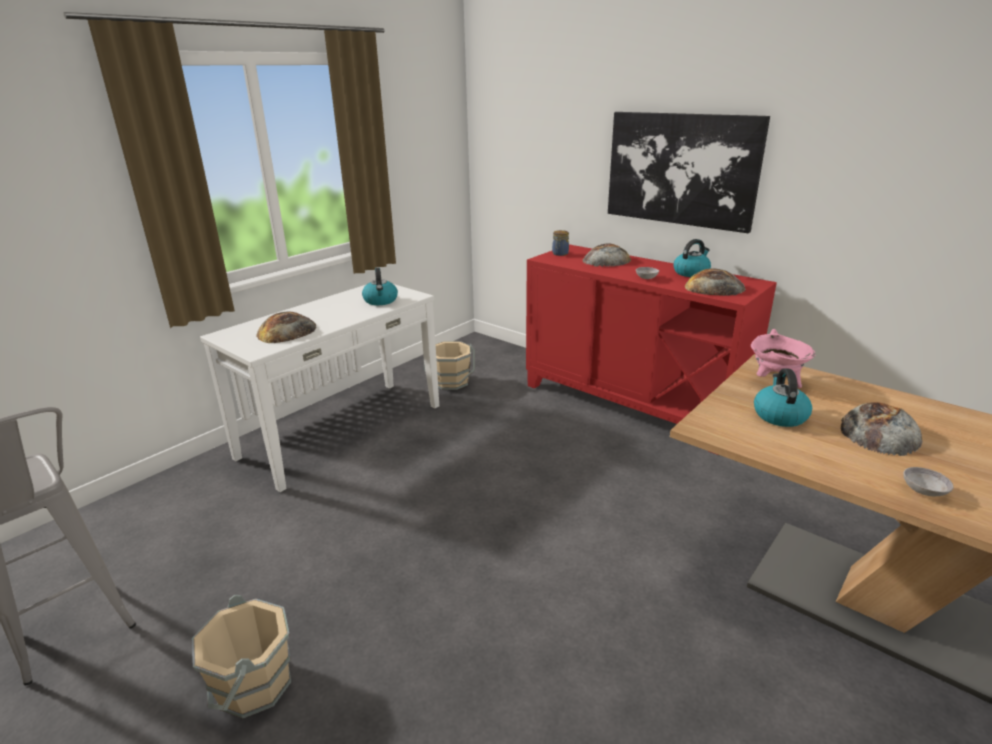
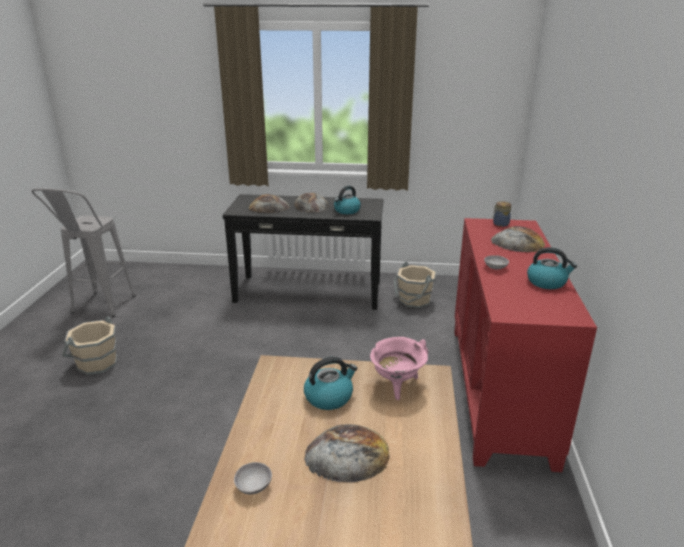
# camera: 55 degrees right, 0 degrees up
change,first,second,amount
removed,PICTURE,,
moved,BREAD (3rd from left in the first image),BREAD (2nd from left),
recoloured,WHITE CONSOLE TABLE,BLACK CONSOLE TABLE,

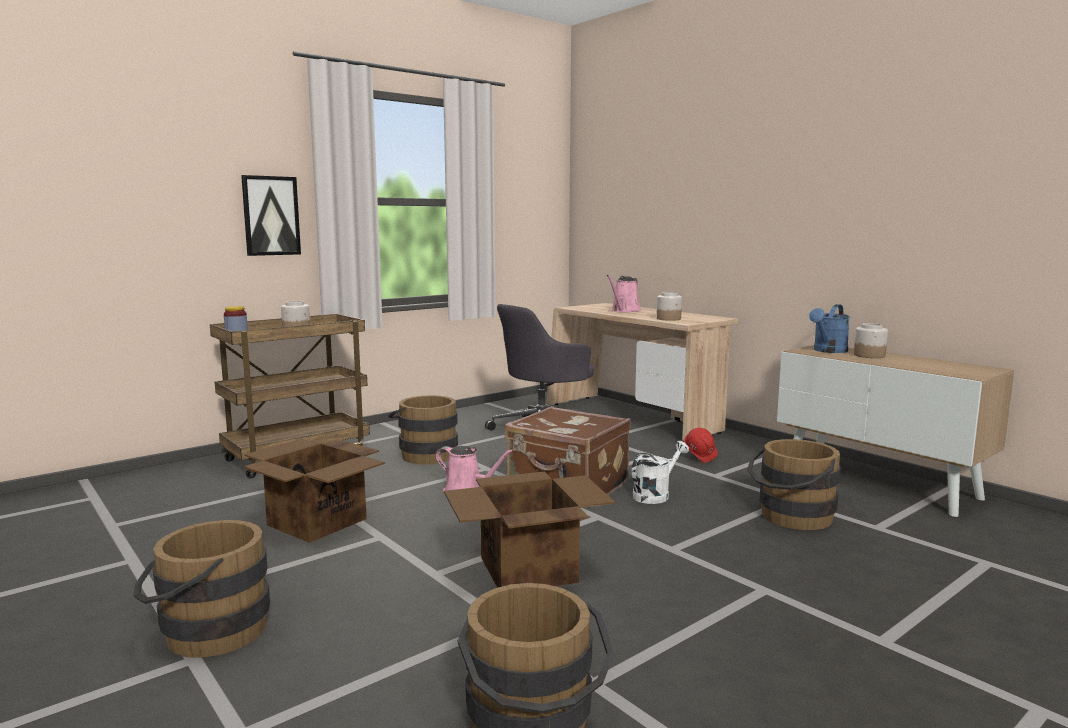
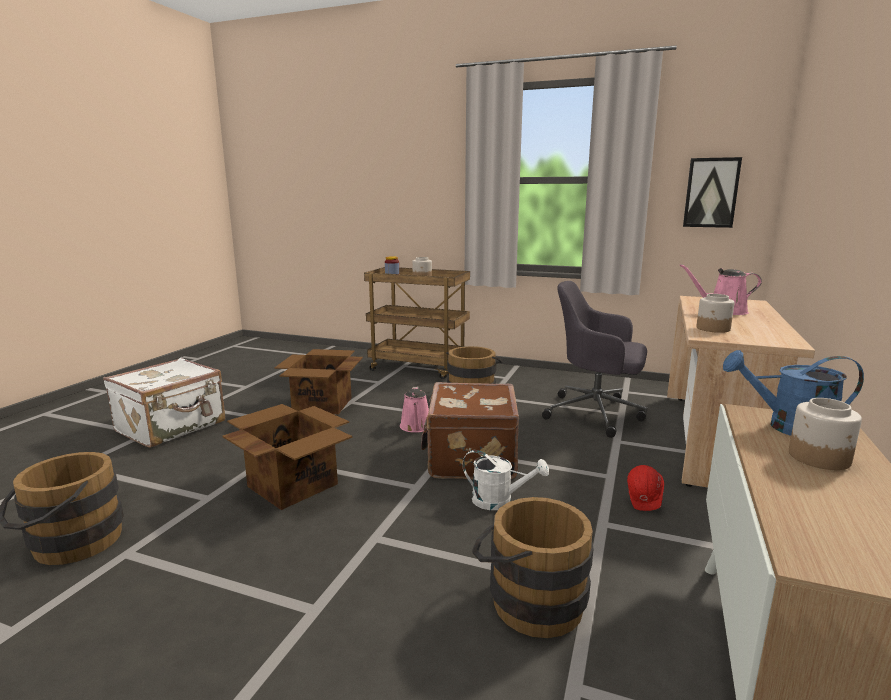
# camera: 60 degrees right, 5 degrees up
change,first,second,amount
moved,PICTURE,,
replaced,BROWN BUCKET (1st from left),WHITE SUITCASE,

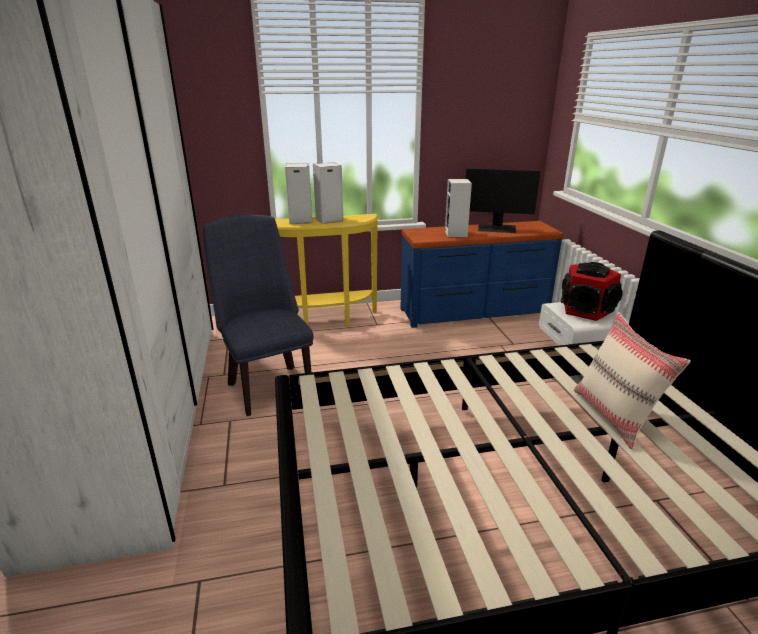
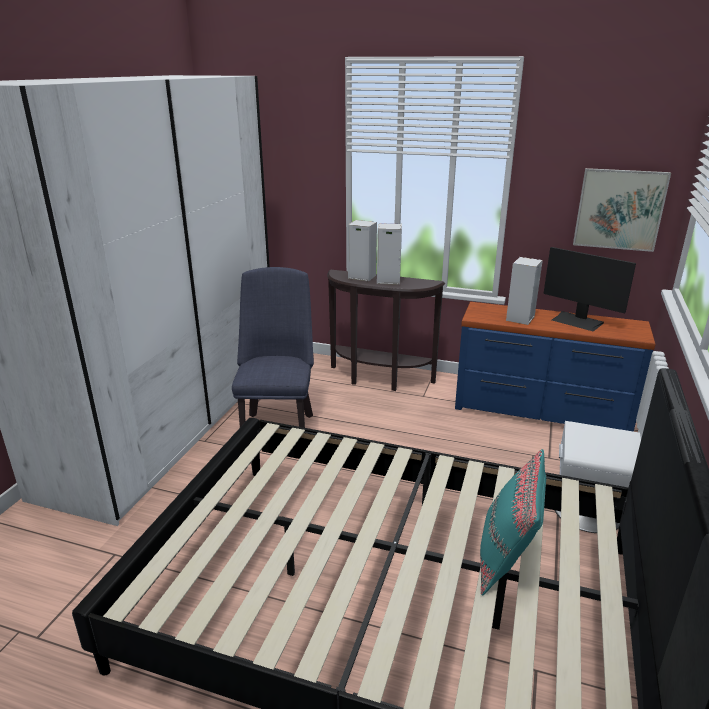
# camera: 30 degrees right, 0 degrees up
change,first,second,amount
removed,SPEAKER (4th from left),,
added,,PICTURE,
recoloured,YELLOW CONSOLE TABLE,BROWN CONSOLE TABLE,
recoloured,BEIGE PILLOW,TURQUOISE PILLOW,

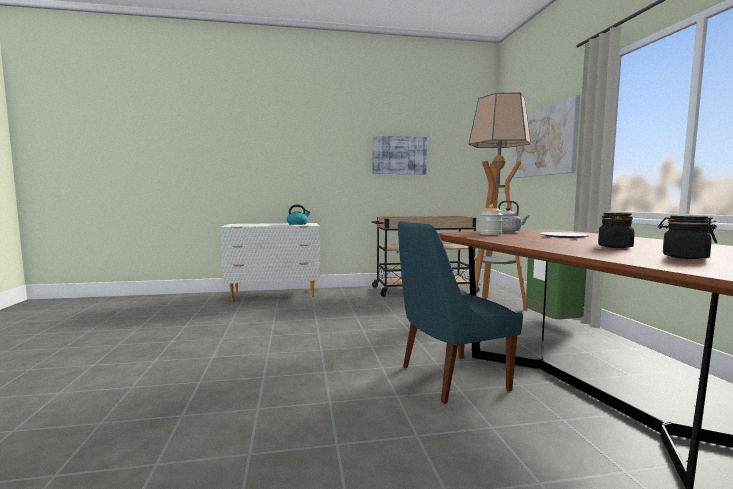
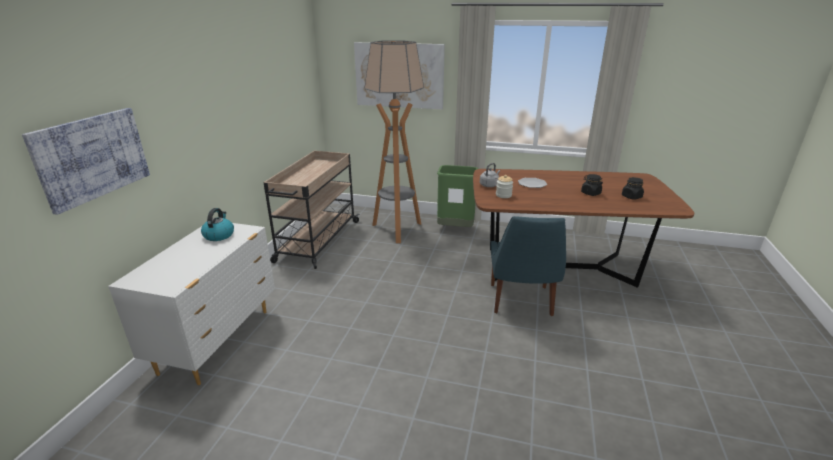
# camera: 65 degrees left, 20 degrees up
change,first,second,amount
moved,PICTURE (1st from left),,

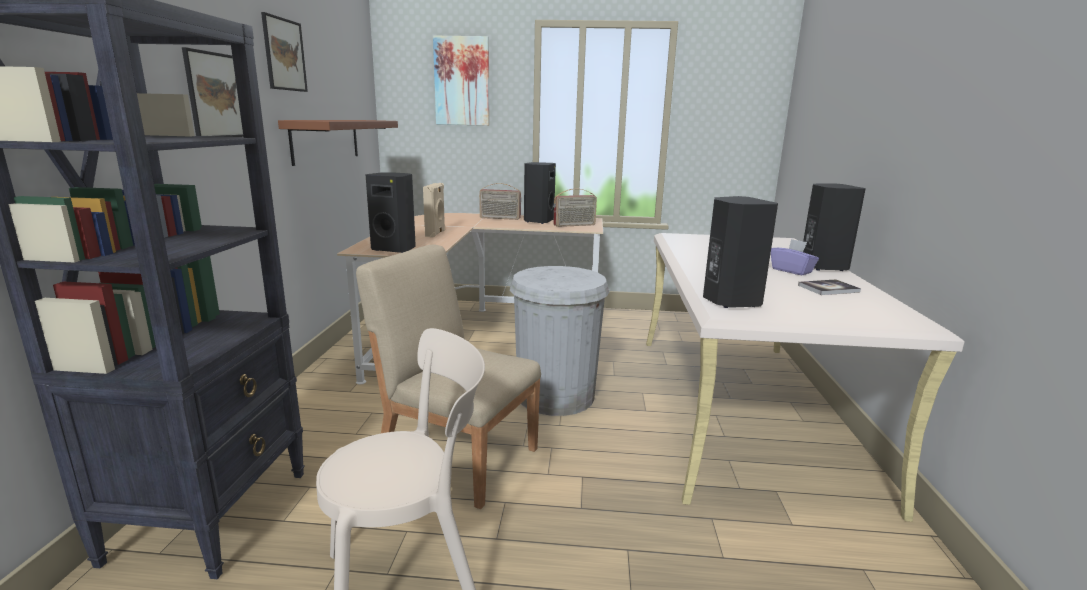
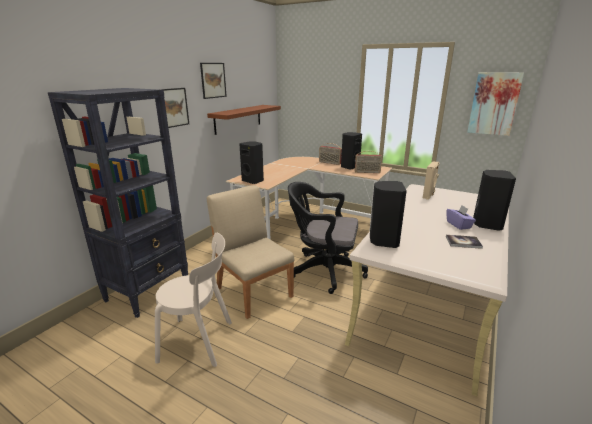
# camera: 25 degrees right, 5 degrees up
change,first,second,amount
moved,BEIGE SPEAKER,,
moved,PICTURE (3rd from left),,
replaced,WHITE TRASH CAN,BLACK OFFICE CHAIR,

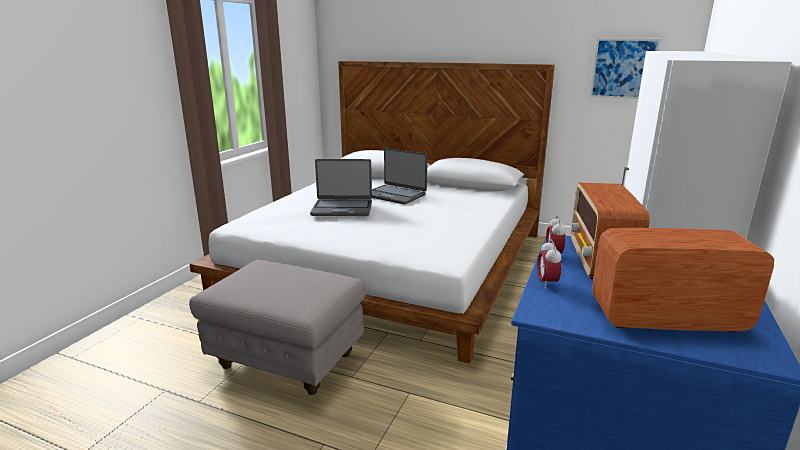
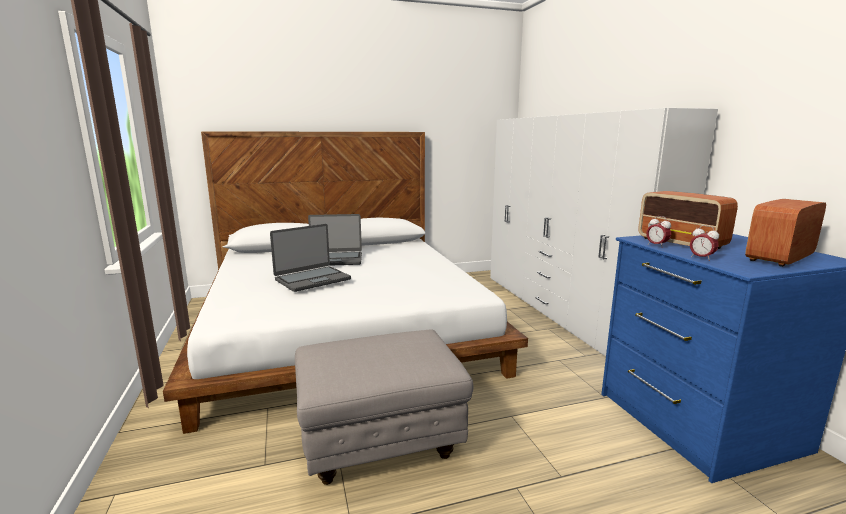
# camera: 40 degrees left, 5 degrees down
change,first,second,amount
removed,PICTURE,,

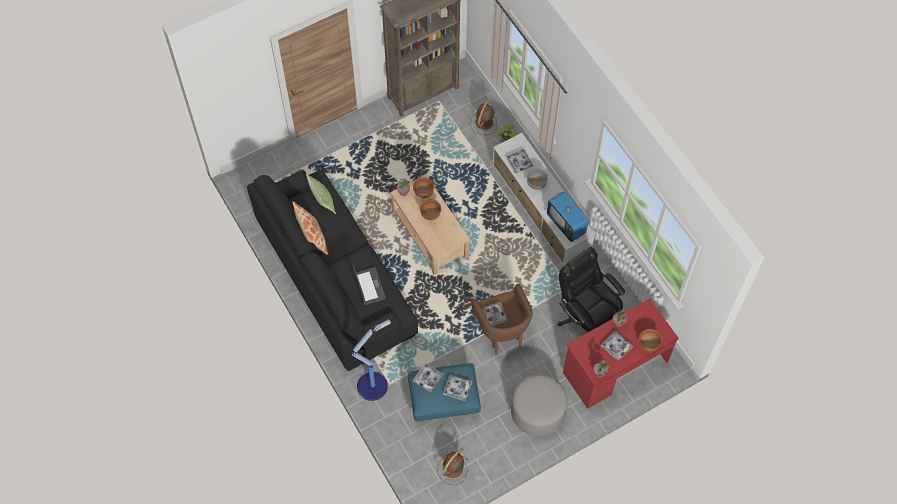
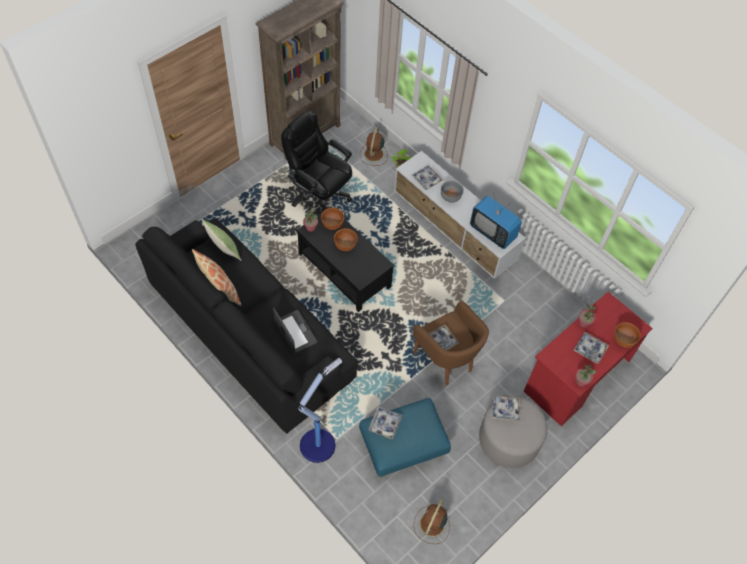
# camera: 15 degrees left, 5 degrees down
change,first,second,amount
moved,TRAY (2nd from left in the first image),TRAY (4th from left),
moved,BLACK OFFICE CHAIR,,
recoloured,BEIGE COFFEE TABLE,BLACK COFFEE TABLE,

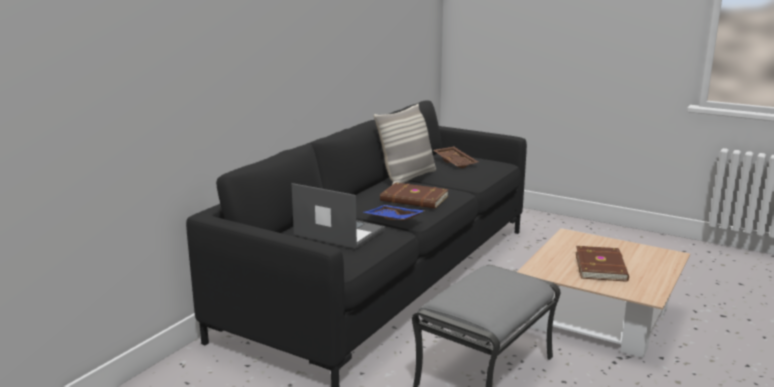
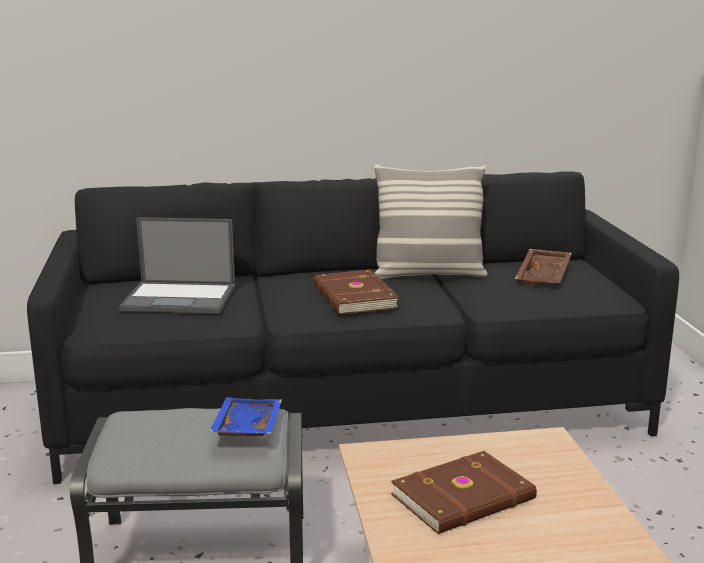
# camera: 50 degrees right, 0 degrees up
change,first,second,amount
moved,BLUE TRAY,,
turned,LAPTOP,,105 degrees clockwise

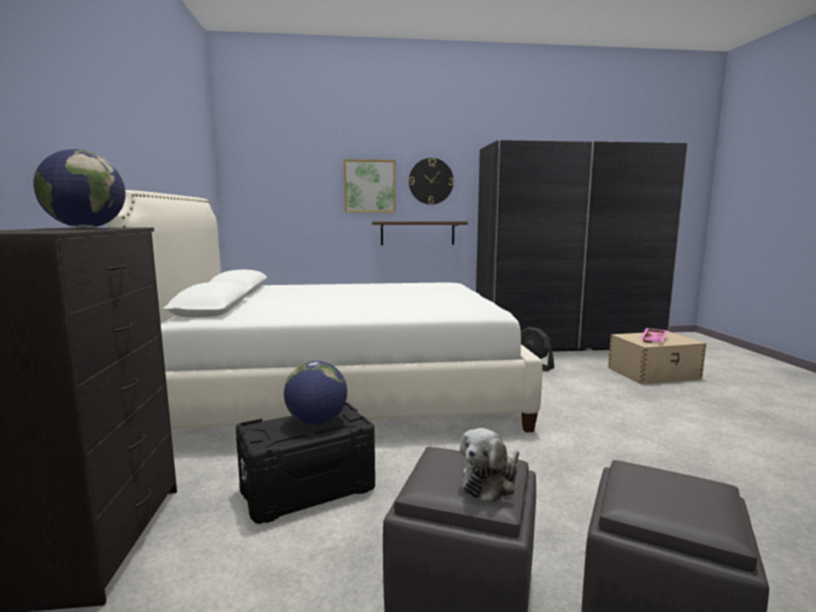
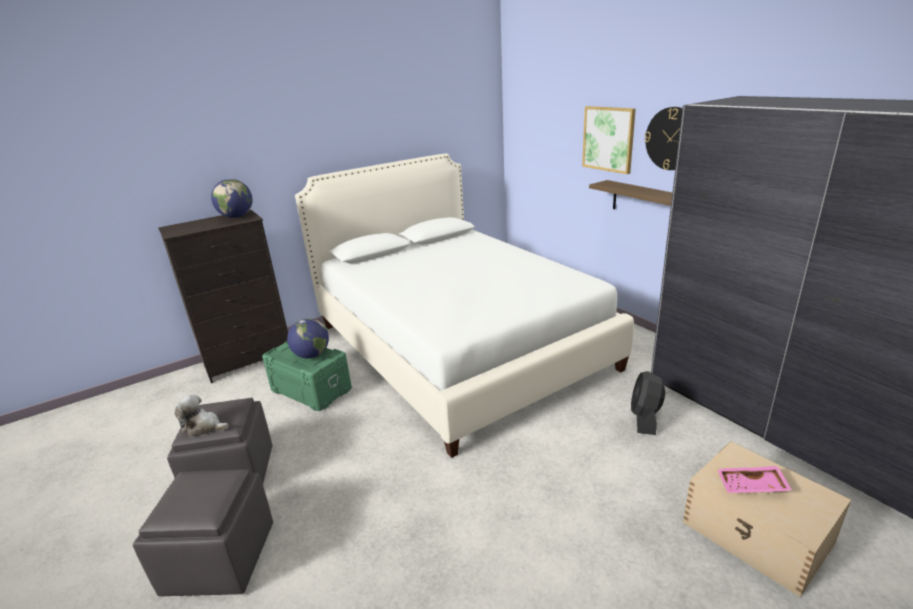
# camera: 65 degrees right, 15 degrees up
change,first,second,amount
recoloured,BLACK STORAGE BOX,GREEN STORAGE BOX,

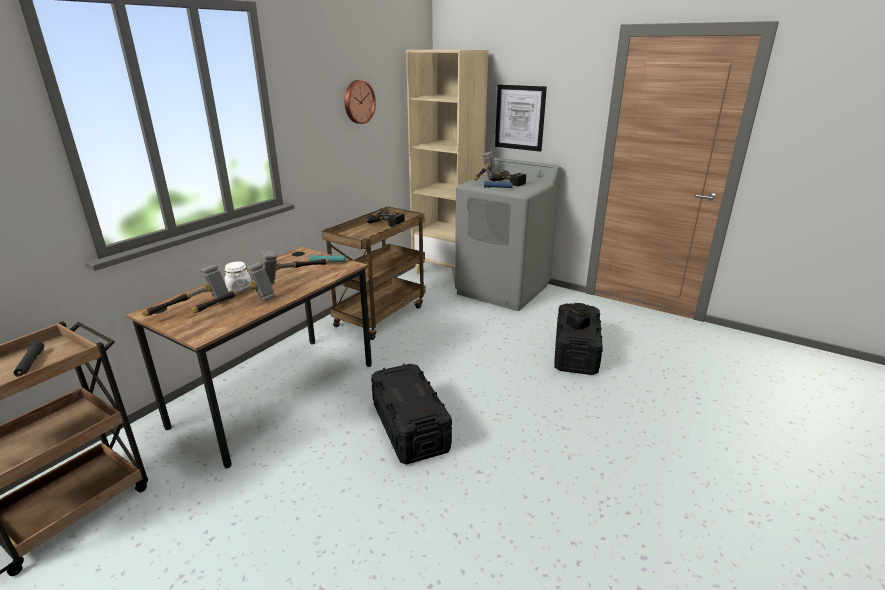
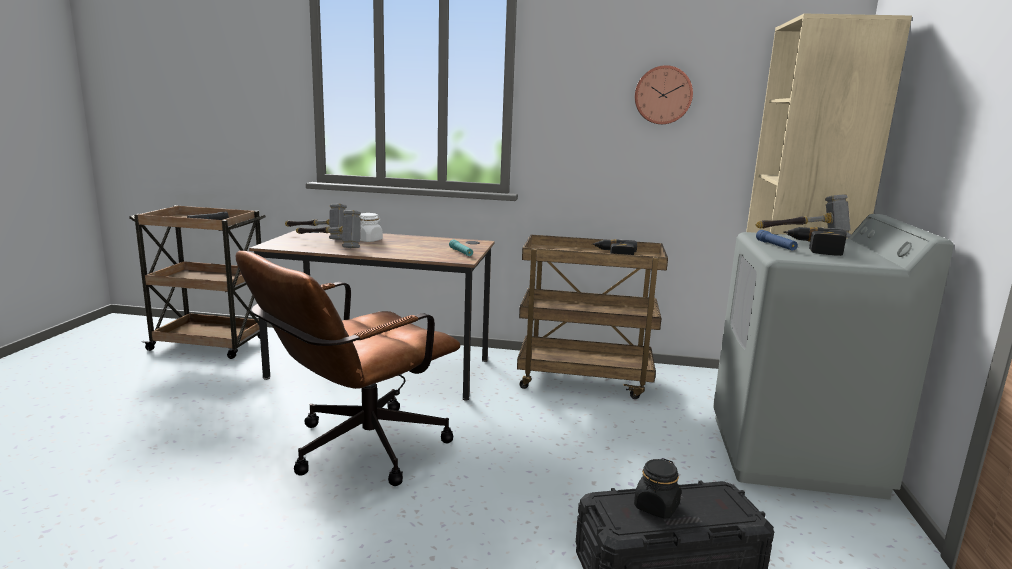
# camera: 65 degrees right, 10 degrees down
change,first,second,amount
removed,HAMMER (3rd from left),,
removed,PICTURE,,
replaced,BLACK STORAGE BOX (1st from left),BROWN OFFICE CHAIR,

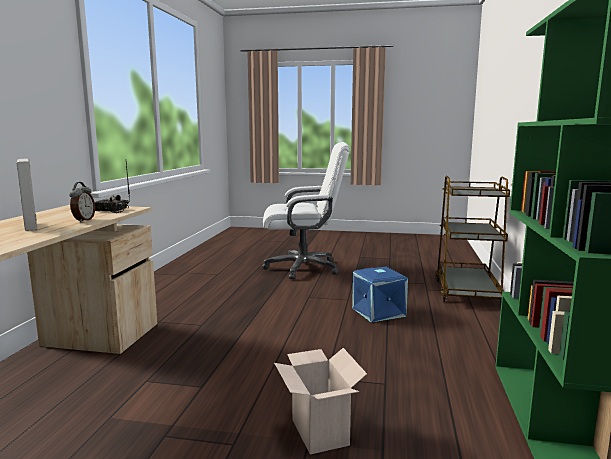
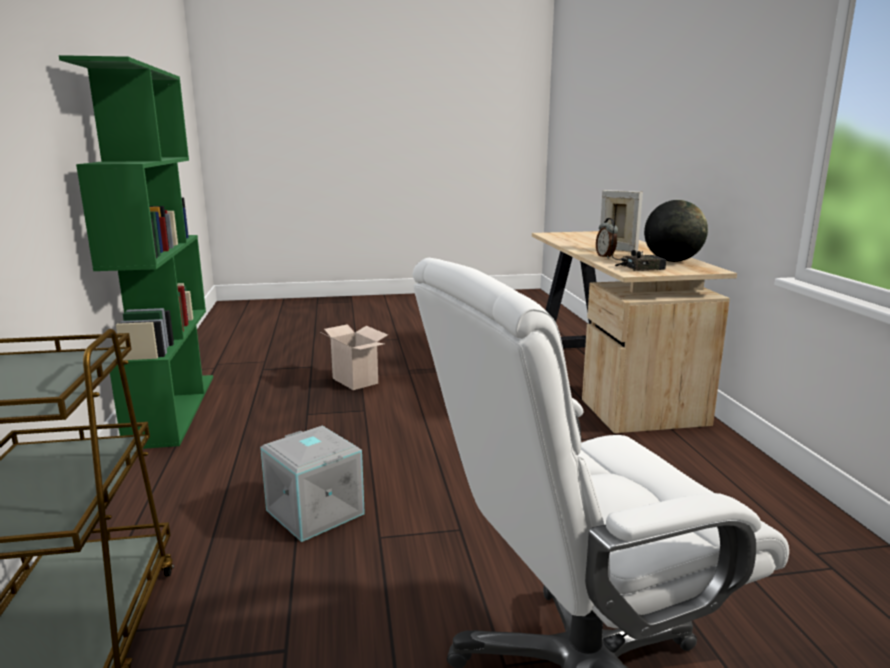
# camera: 160 degrees right, 5 degrees up
change,first,second,amount
added,,GLOBE,
recoloured,BLUE STORAGE BOX,GREY STORAGE BOX,

